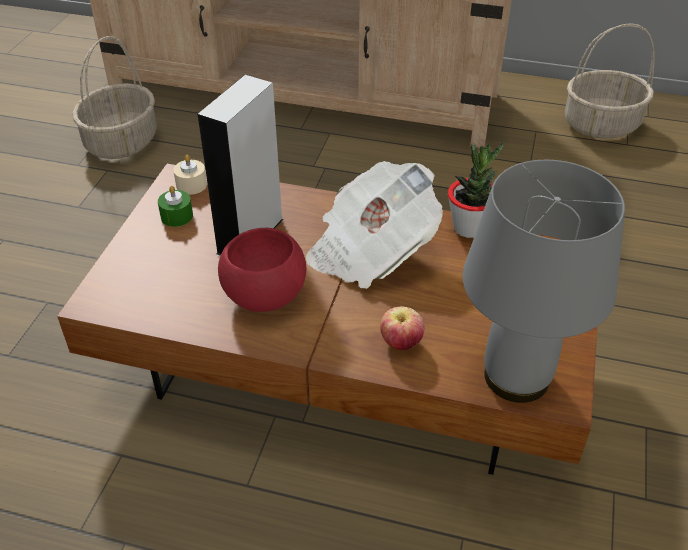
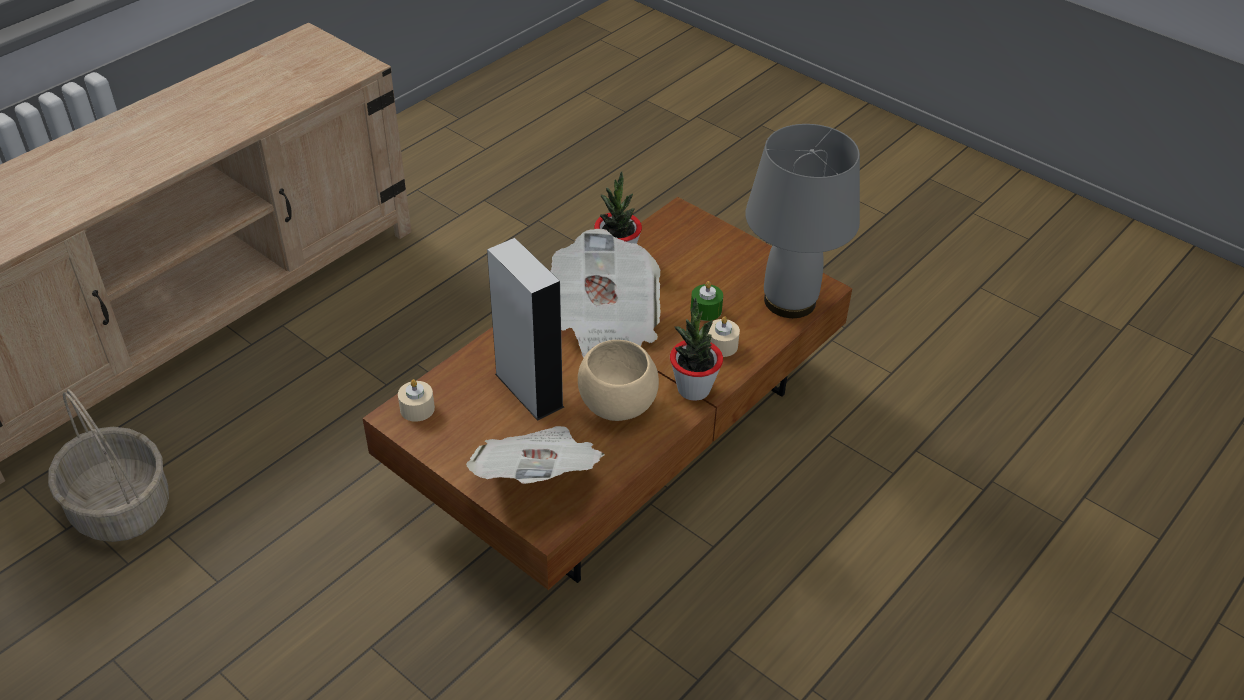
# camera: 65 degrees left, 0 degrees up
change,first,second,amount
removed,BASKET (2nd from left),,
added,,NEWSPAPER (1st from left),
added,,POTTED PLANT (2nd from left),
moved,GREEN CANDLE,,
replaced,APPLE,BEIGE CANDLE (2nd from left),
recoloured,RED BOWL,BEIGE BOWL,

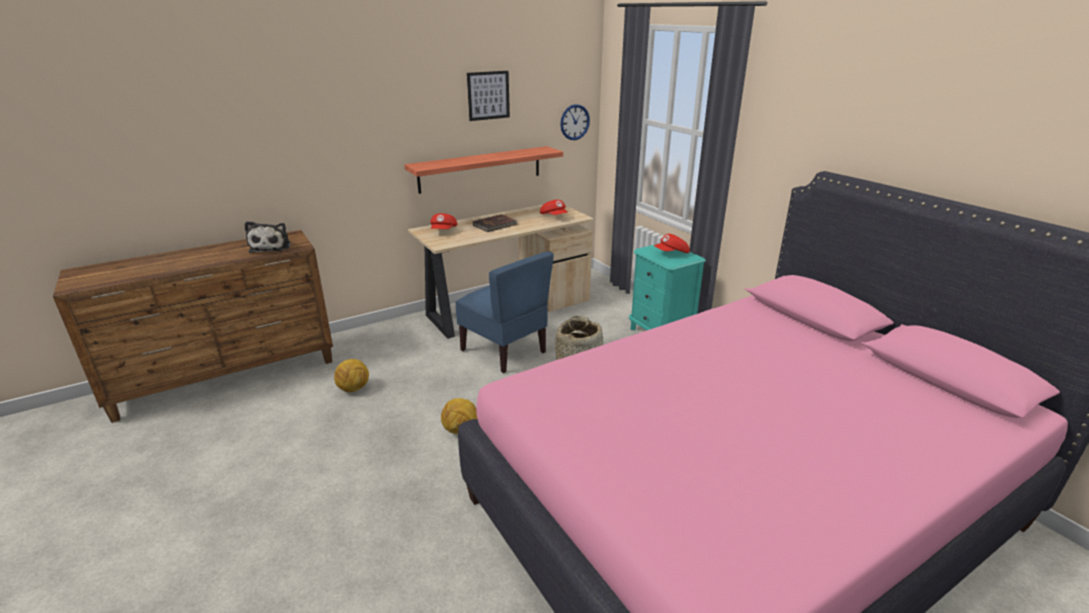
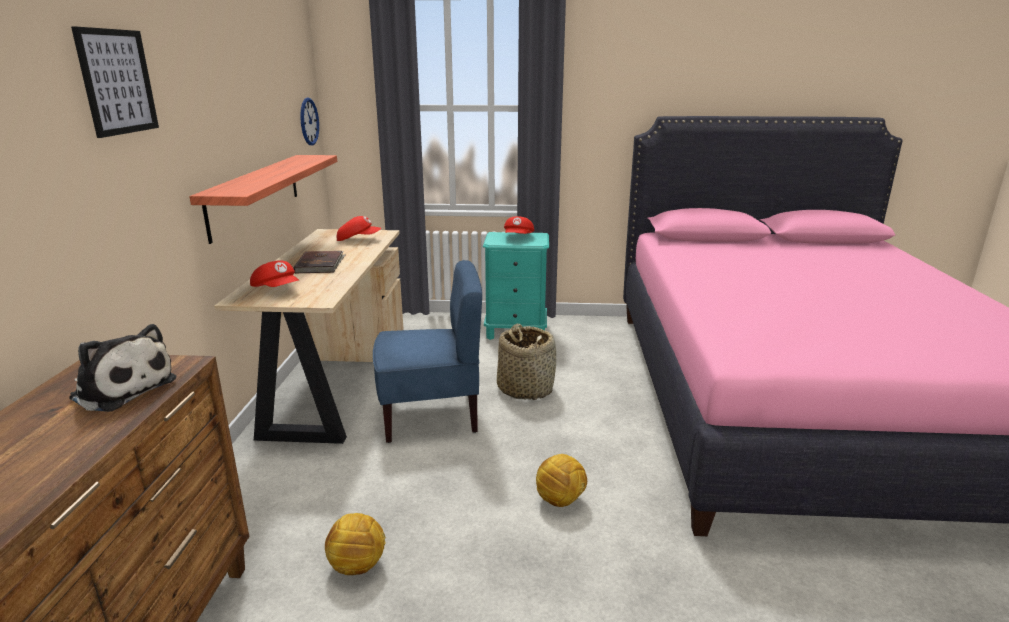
# camera: 55 degrees left, 5 degrees down
change,first,second,amount
moved,PICTURE,,

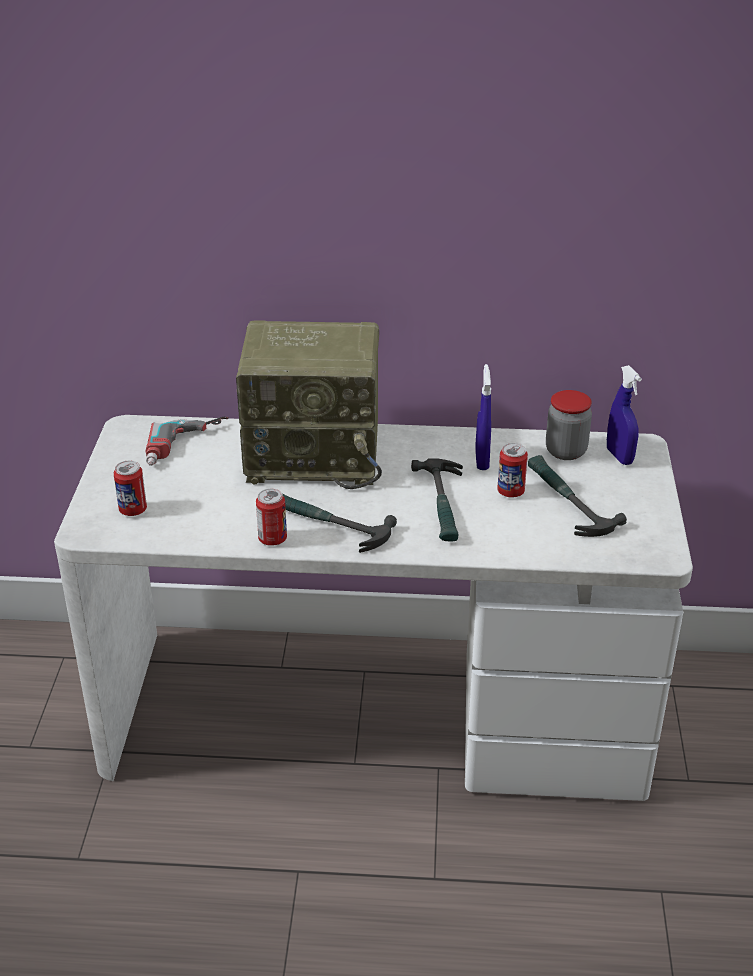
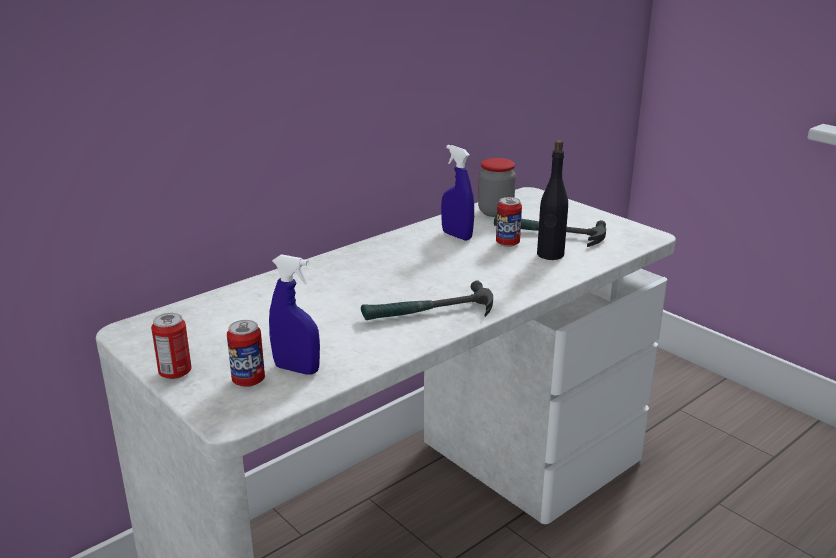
# camera: 45 degrees left, 10 degrees down
change,first,second,amount
removed,POWER DRILL,,
removed,RADIO,,
removed,HAMMER (2nd from left),,
added,,BLACK BOTTLE,
moved,CAN (2nd from left in the first image),CAN (1st from left),
moved,BLUE SPRAY BOTTLE (2nd from left in the first image),BLUE SPRAY BOTTLE (1st from left),

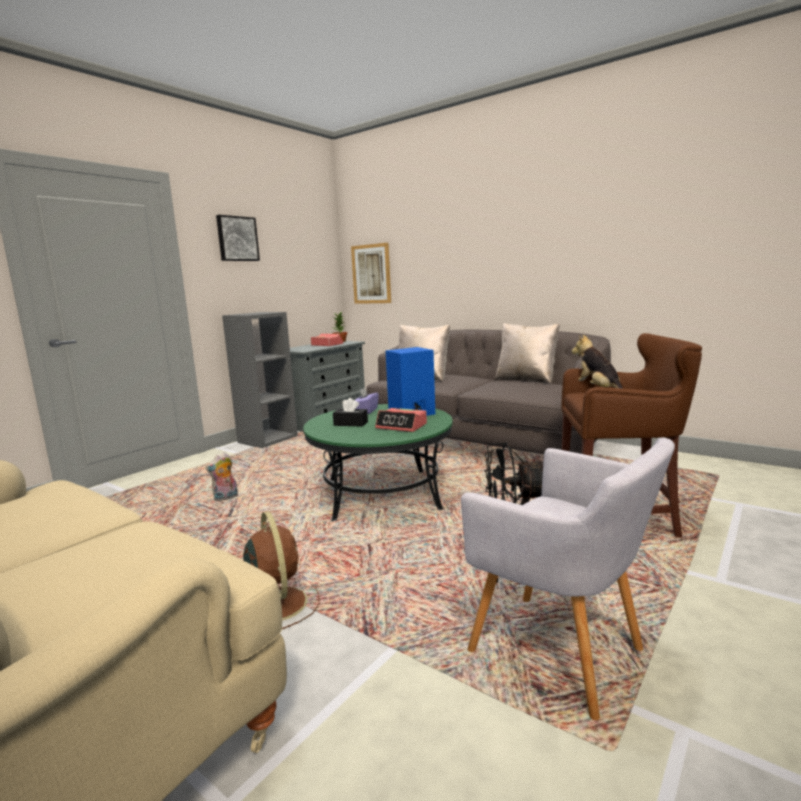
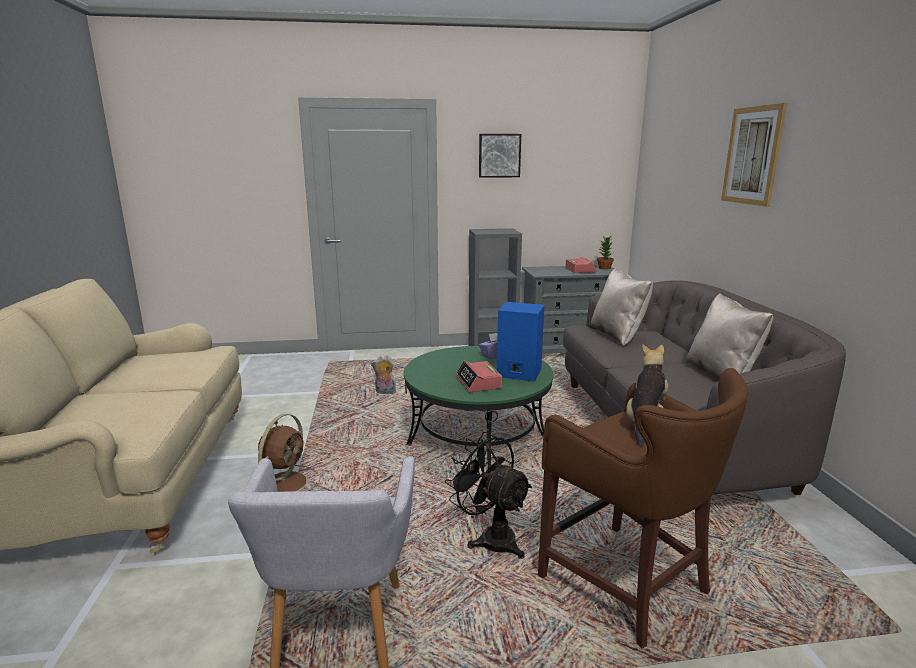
# camera: 45 degrees right, 5 degrees up
change,first,second,amount
removed,BLACK TISSUE BOX,,
moved,PICTURE (2nd from left),,

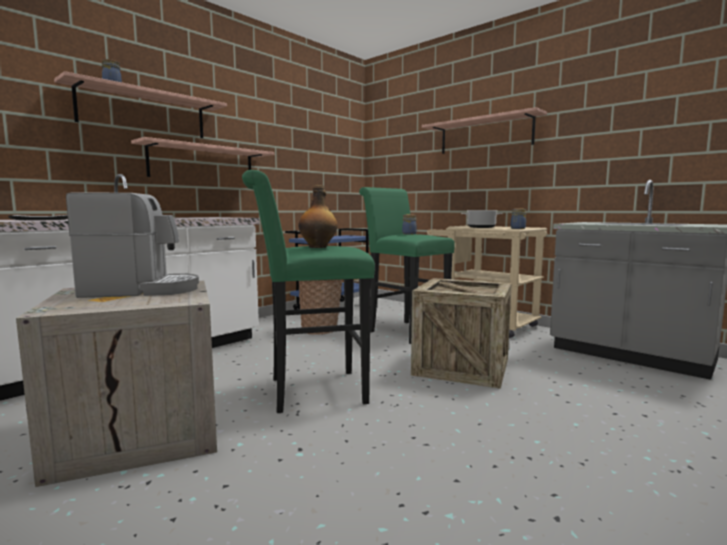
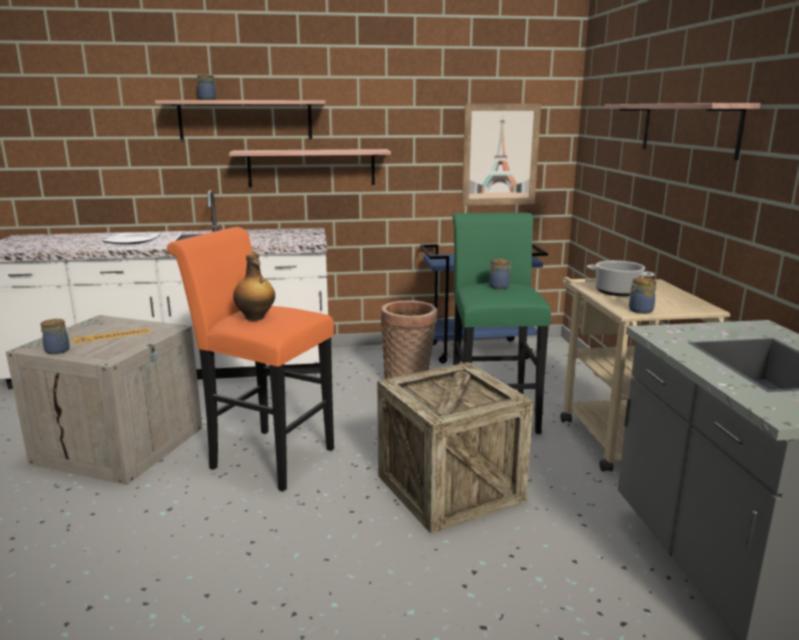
# camera: 40 degrees right, 10 degrees up
change,first,second,amount
removed,COFFEE MACHINE,,
added,,JAR (1st from left),
added,,PICTURE,
recoloured,GREEN STOOL (1st from left),ORANGE STOOL,

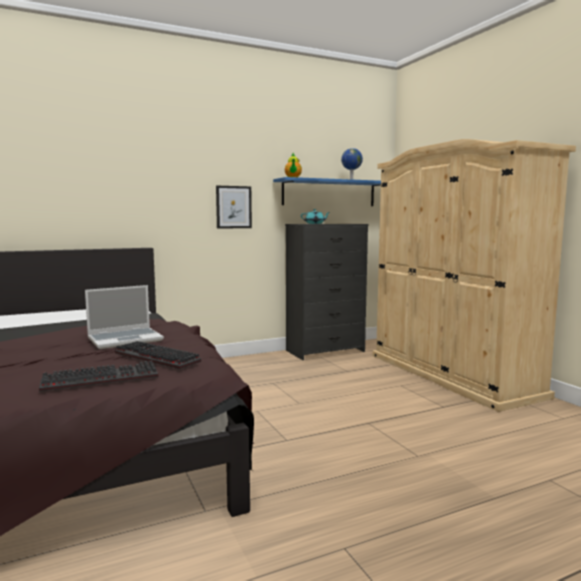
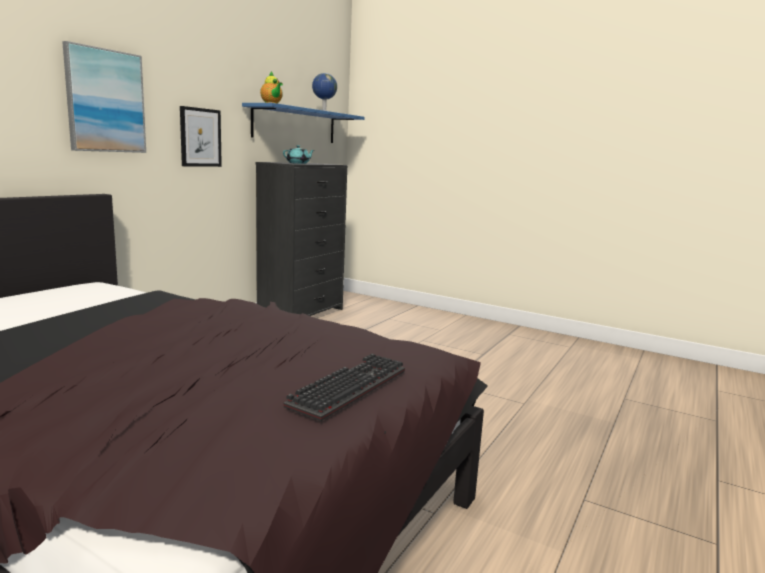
# camera: 35 degrees left, 5 degrees up
change,first,second,amount
removed,LAPTOP,,
removed,KEYBOARD (2nd from left),,
removed,BEIGE WARDROBE,,
added,,PICTURE (1st from left),

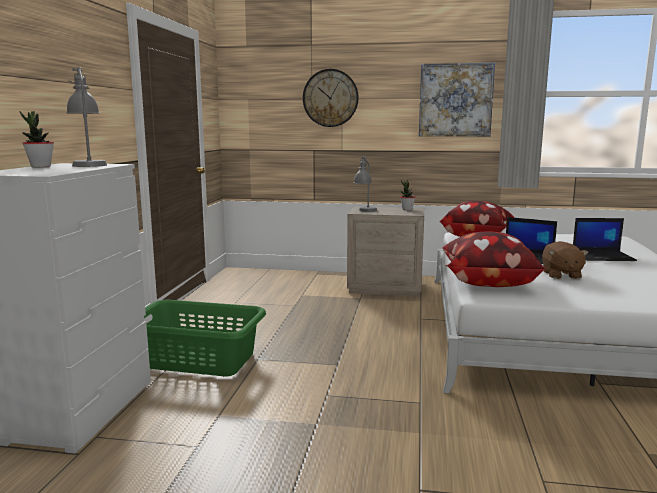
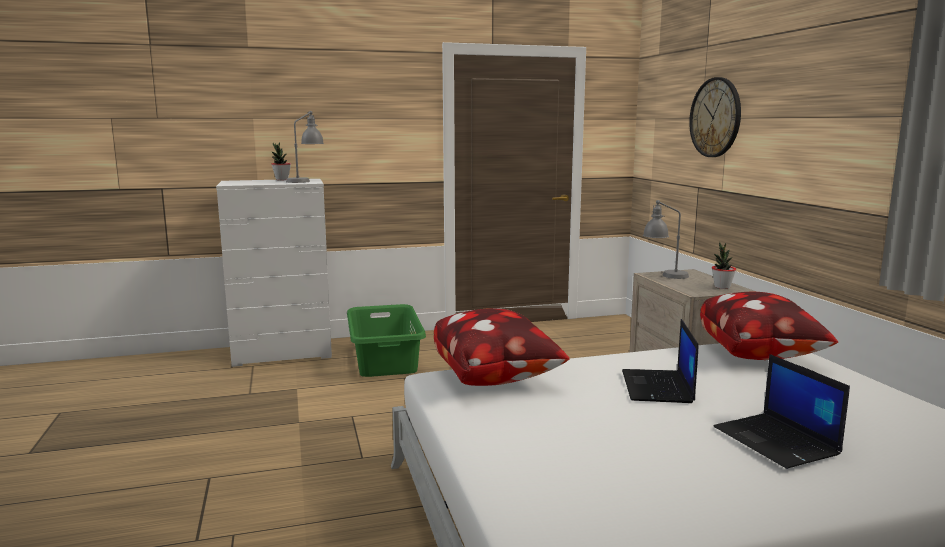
# camera: 65 degrees right, 0 degrees up
change,first,second,amount
removed,PICTURE,,
removed,BROWN PLUSH TOY,,

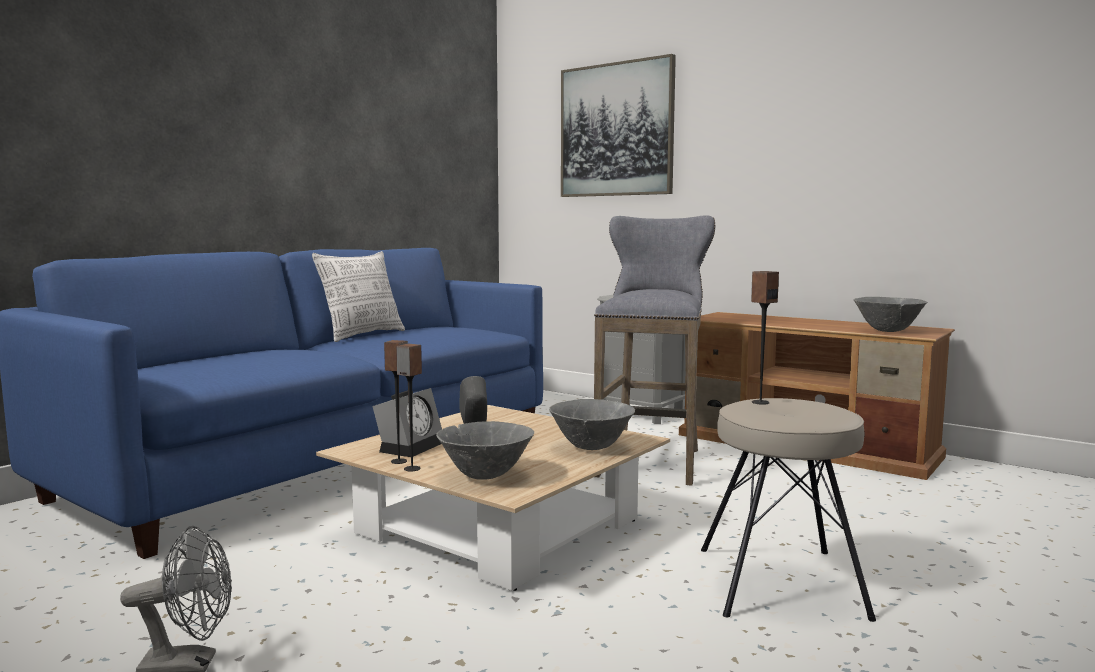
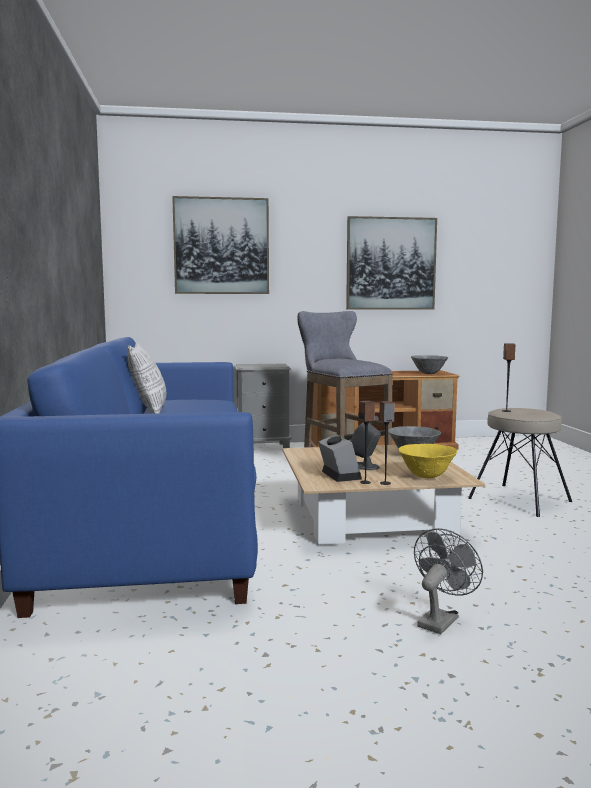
# camera: 45 degrees left, 0 degrees up
change,first,second,amount
added,,PICTURE (2nd from left),
recoloured,GREY BOWL (1st from left),YELLOW BOWL,

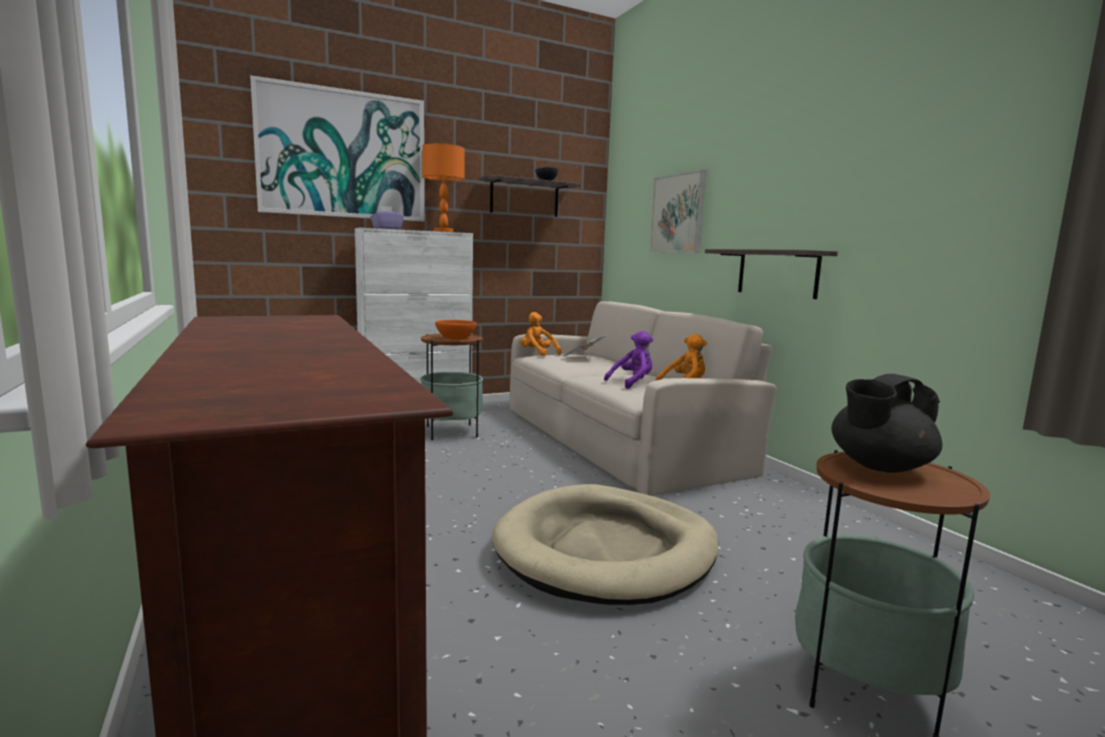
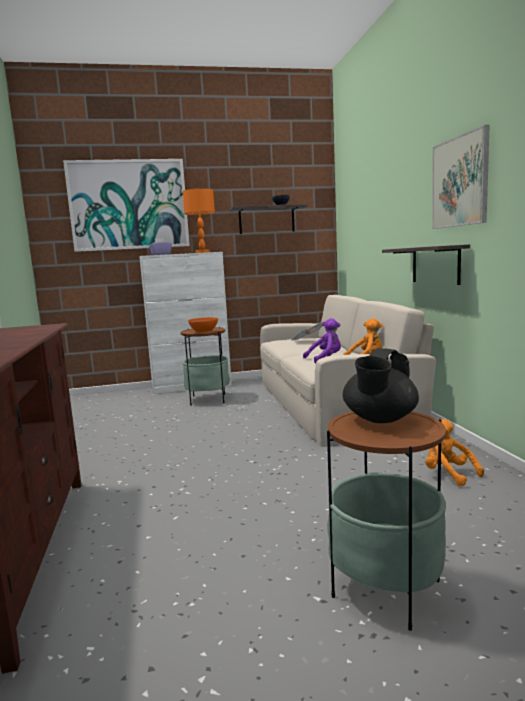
# camera: 15 degrees right, 0 degrees up
change,first,second,amount
removed,BEIGE DOG BED,,
moved,ORANGE PLUSH TOY (1st from left in the first image),ORANGE PLUSH TOY (2nd from left),
moved,PICTURE (2nd from left),,
turned,BLACK TEAPOT,,45 degrees counterclockwise

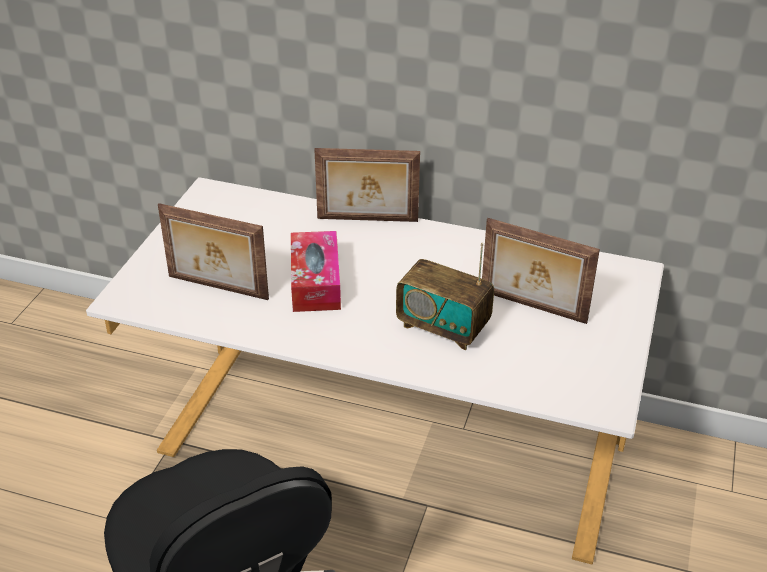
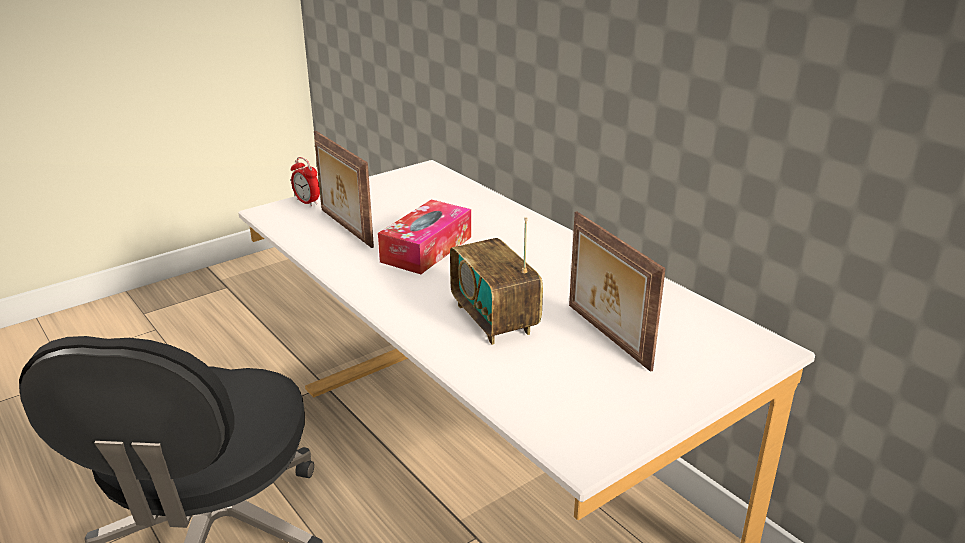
# camera: 35 degrees right, 10 degrees down
change,first,second,amount
removed,PICTURE FRAME (2nd from left),,
added,,ALARM CLOCK,

